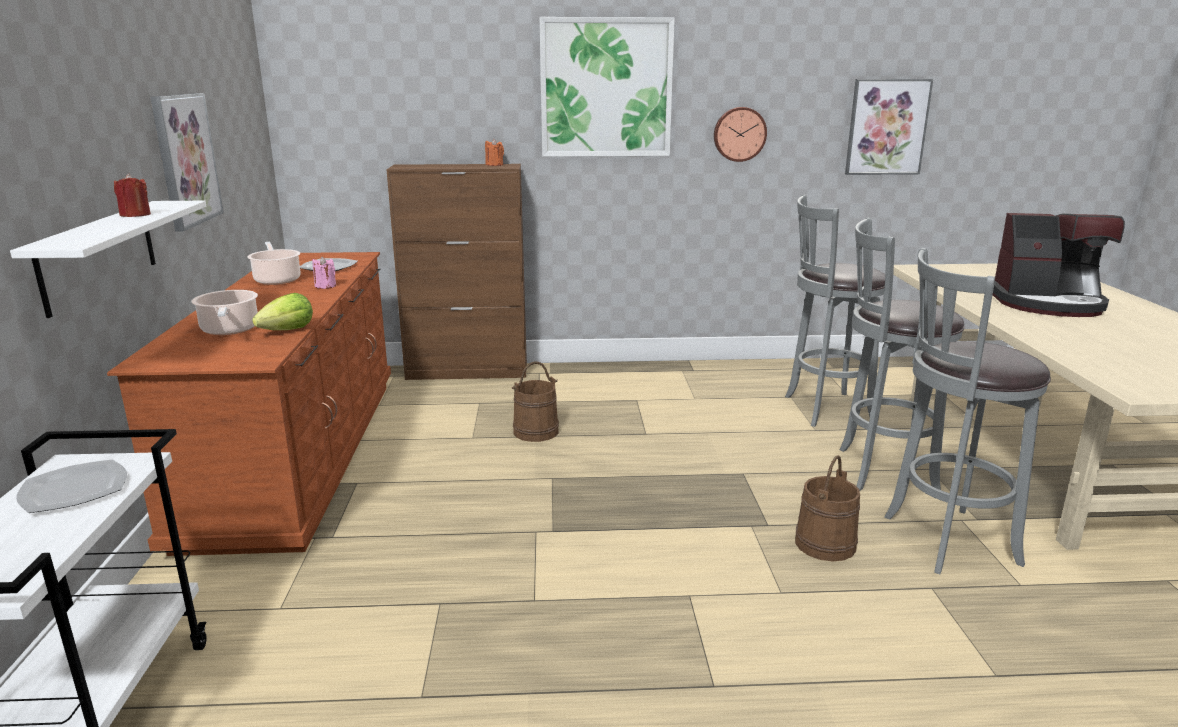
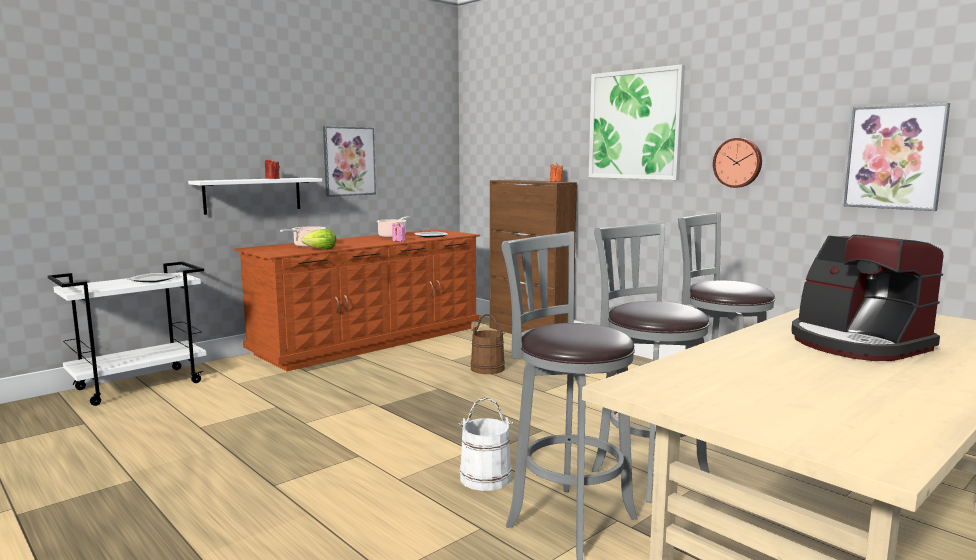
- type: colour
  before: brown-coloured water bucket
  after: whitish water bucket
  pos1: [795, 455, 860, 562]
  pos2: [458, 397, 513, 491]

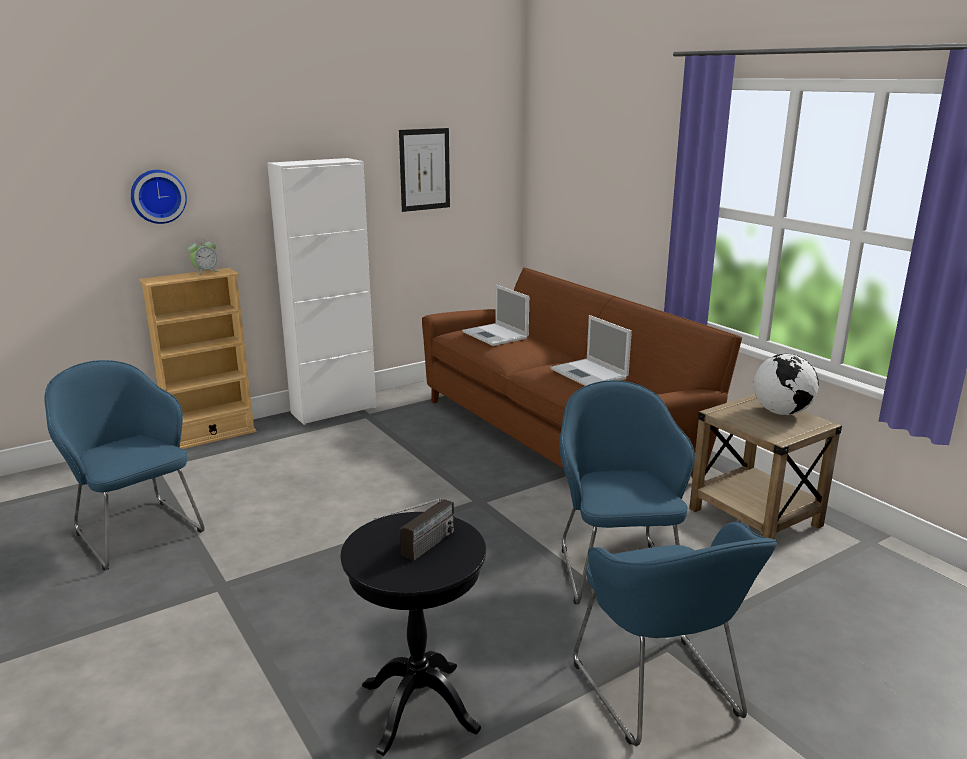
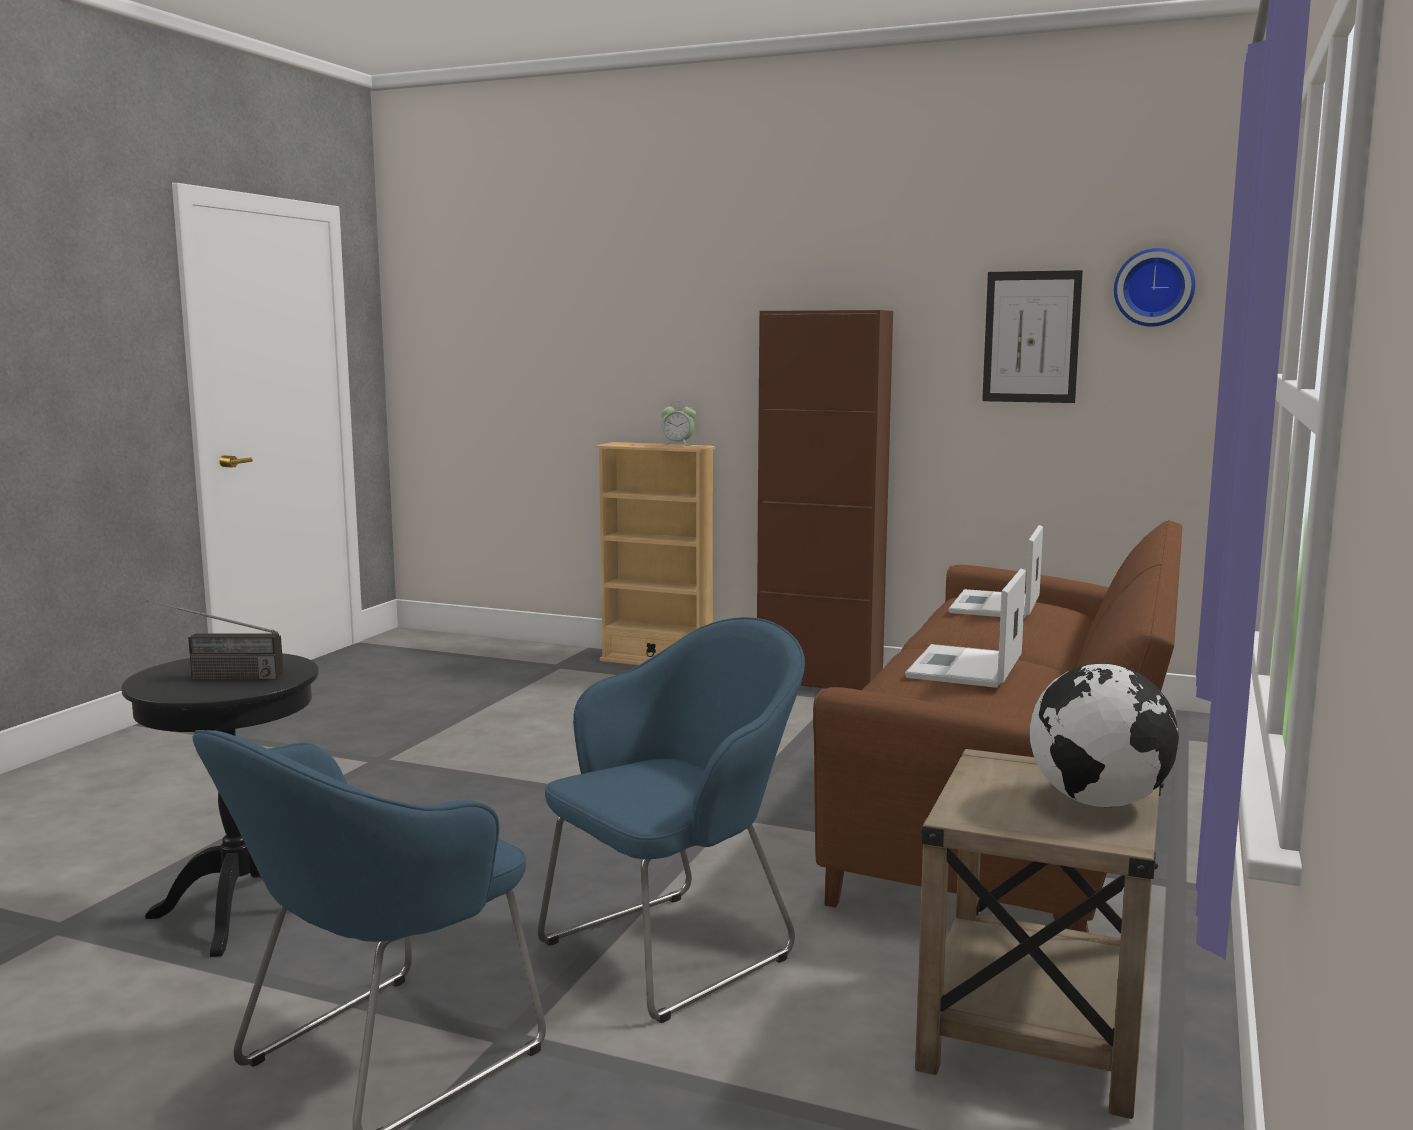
- type: colour
  before: whitish cabinet
  after: brown-coloured cabinet
  pos1: [267, 158, 376, 425]
  pos2: [757, 310, 893, 690]
- type: relocated
  before: clock on the wall
  pos1: [131, 170, 187, 224]
  pos2: [1114, 248, 1195, 327]
- type: missing
  before: bluish armchair
  pos1: [44, 360, 205, 571]

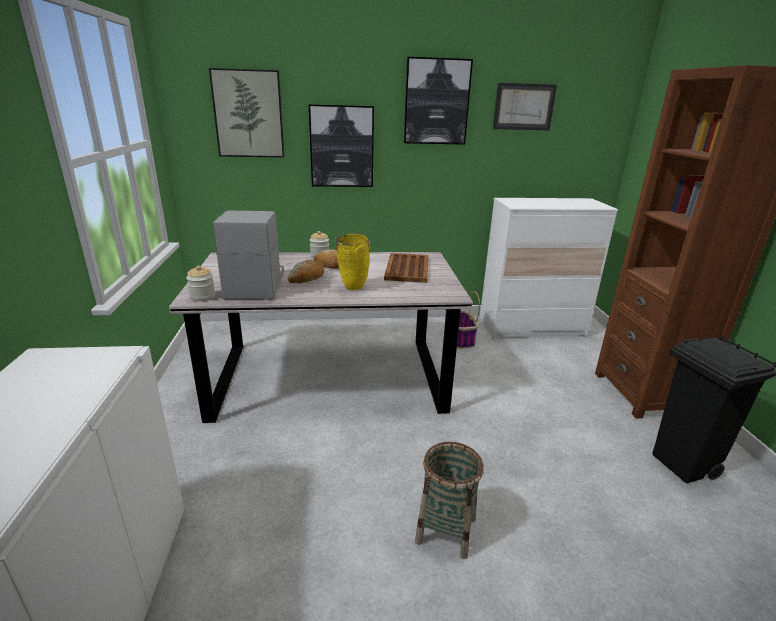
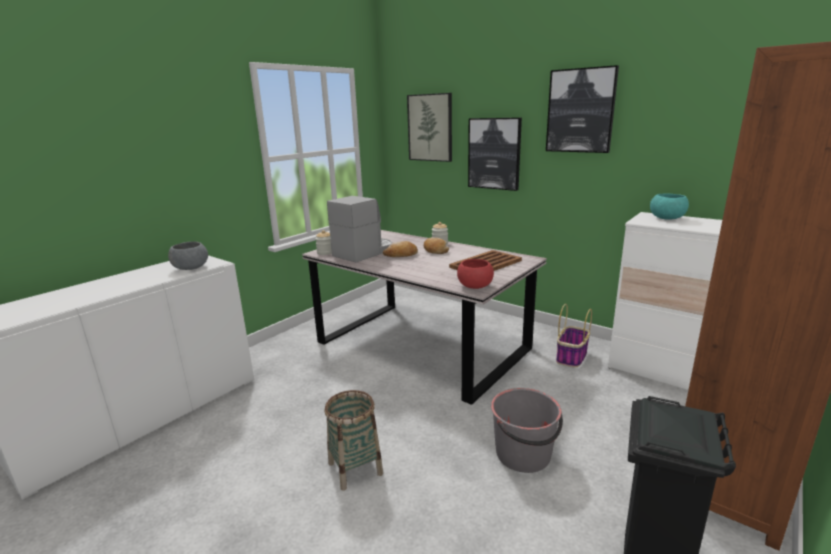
- type: appeared
  after: grey bowl
  pos2: [168, 241, 208, 270]
- type: appeared
  after: reddish bowl
  pos2: [457, 259, 494, 289]
- type: appeared
  after: grey water bucket
  pos2: [491, 388, 563, 473]
- type: appeared
  after: turquoise bowl
  pos2: [650, 193, 689, 220]
- type: missing
  before: yellow vase
  pos1: [335, 234, 370, 290]
- type: missing
  before: wall art
  pos1: [493, 83, 557, 130]

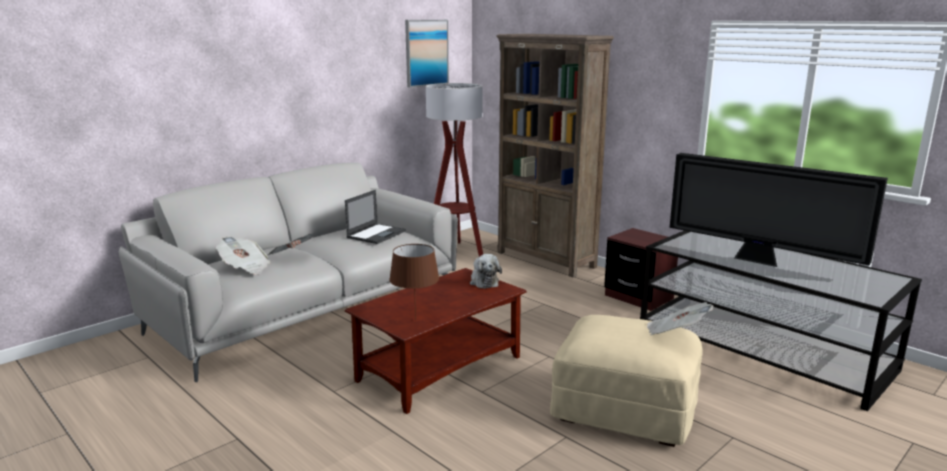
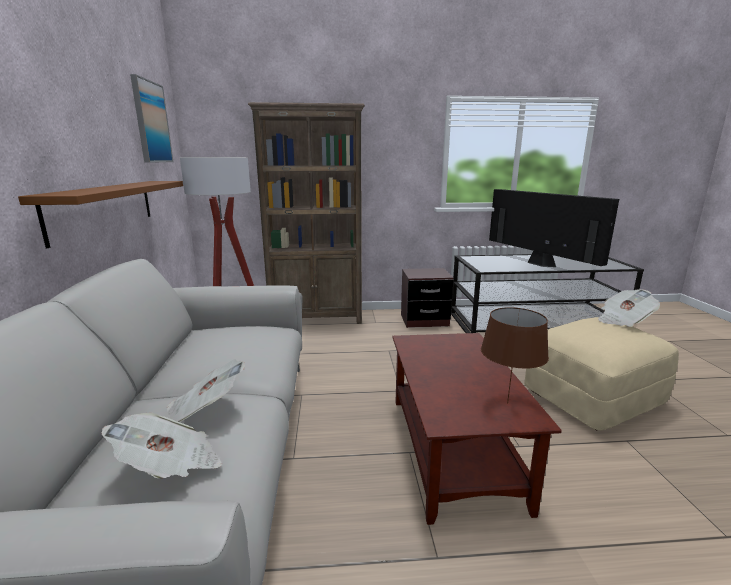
- type: appeared
  after: brown-coloured shelf
  pos2: [18, 181, 183, 248]
- type: spun
  before: television
  pos1: [670, 153, 888, 267]
  pos2: [489, 189, 619, 267]
  turn: -105
- type: missing
  before: notebook computer
  pos1: [345, 190, 406, 244]
- type: missing
  before: plush toy
  pos1: [470, 254, 502, 289]

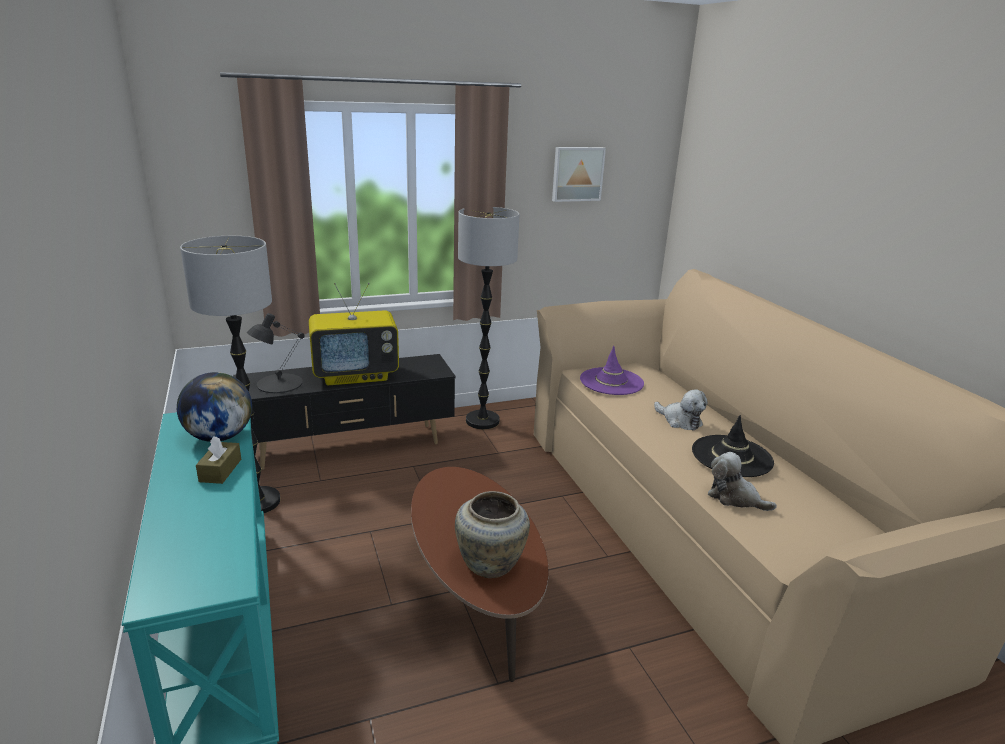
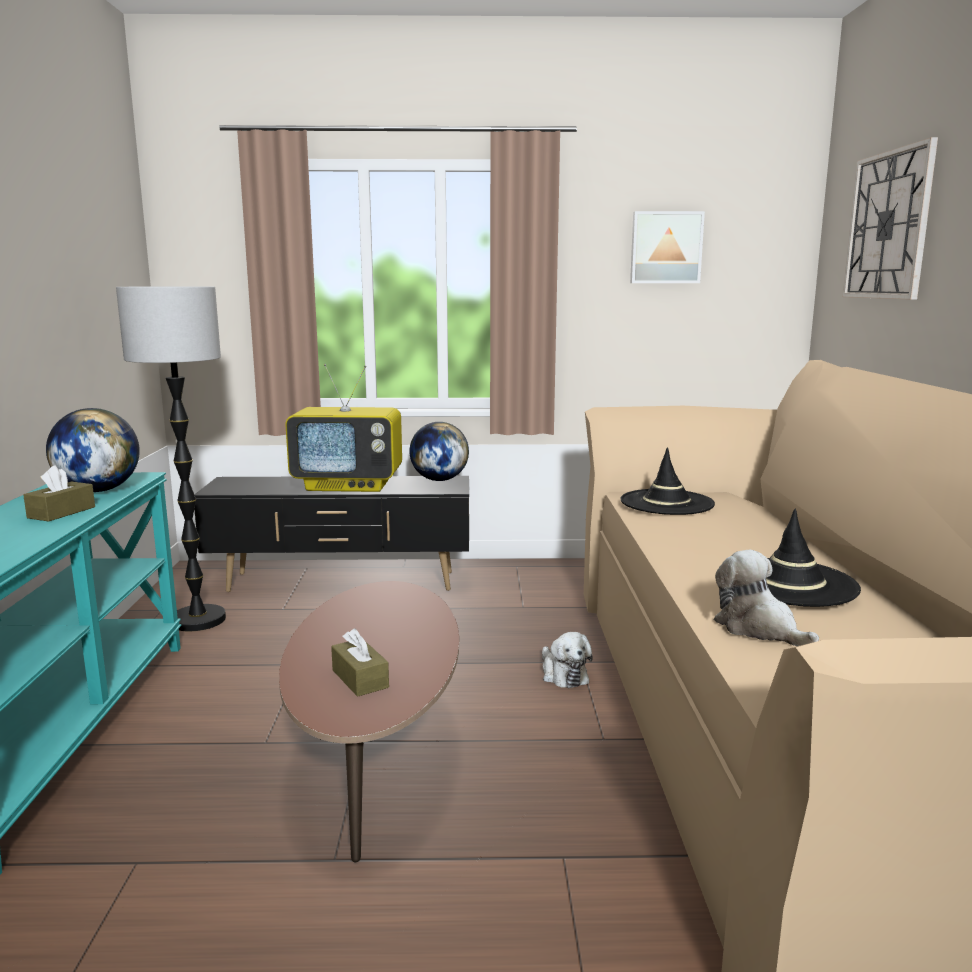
- type: exchanged
  before: sand-coloured vase
  after: brown-coloured tissue holder
  pos1: [455, 491, 530, 578]
  pos2: [331, 628, 389, 697]
- type: appeared
  after: desk globe
  pos2: [410, 422, 469, 481]
- type: relocated
  before: plush toy
  pos1: [654, 390, 708, 431]
  pos2: [542, 632, 593, 688]
- type: colour
  before: purple-coloured wearable hat
  after: black wearable hat
  pos1: [580, 346, 644, 395]
  pos2: [620, 447, 715, 515]
- type: appeared
  after: clock on the wall
  pos2: [843, 137, 938, 300]
- type: missing
  before: black lamp for a table
  pos1: [247, 313, 305, 393]
- type: missing
  before: standing lamp
  pos1: [458, 207, 520, 429]

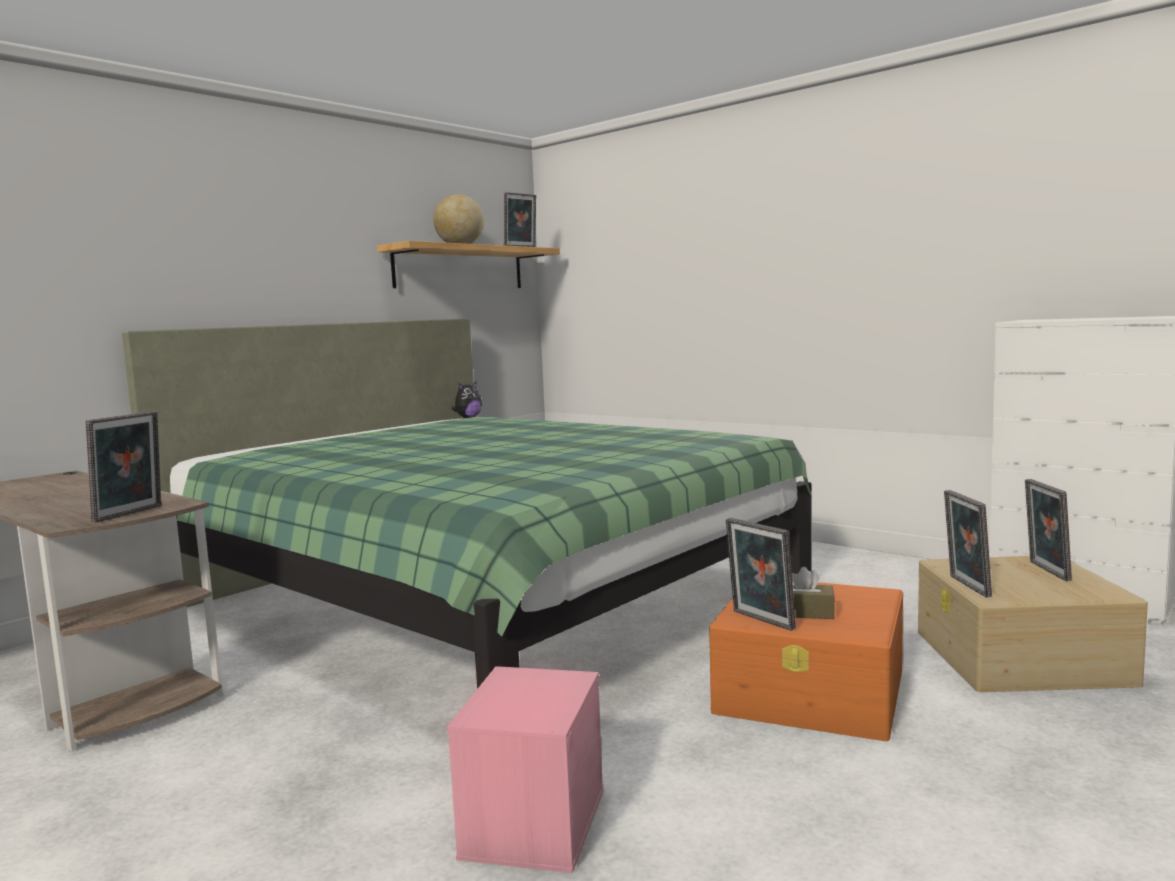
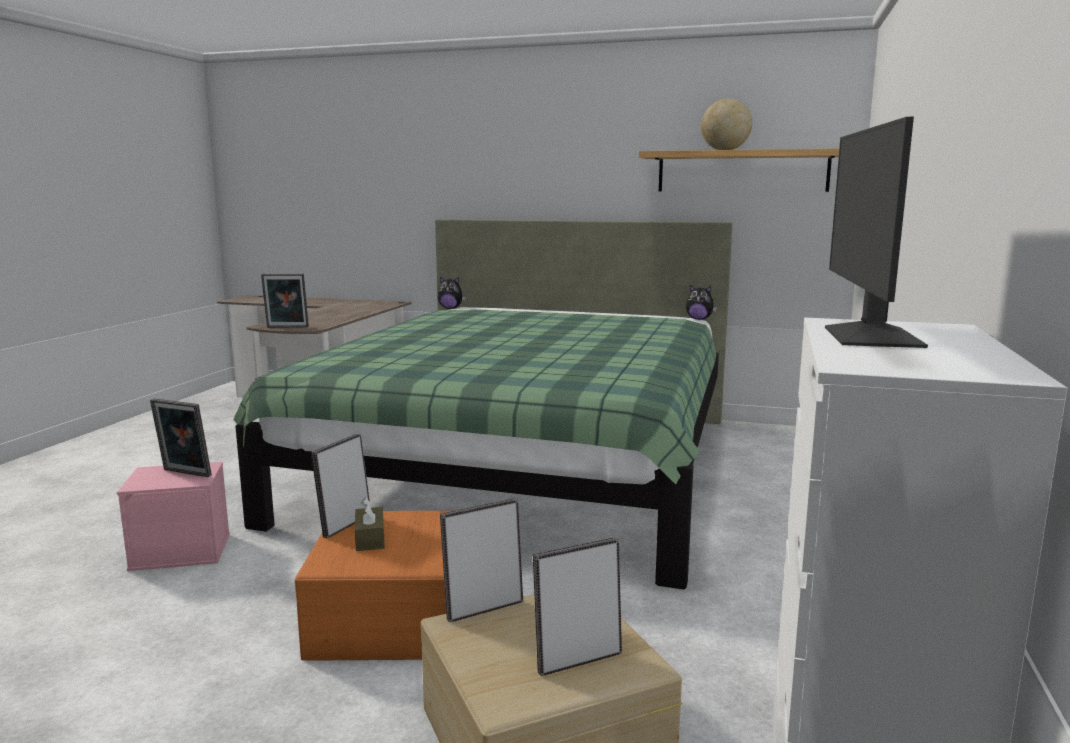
- type: relocated
  before: picture frame
  pos1: [504, 192, 536, 247]
  pos2: [150, 398, 212, 477]
- type: appeared
  after: plush toy
  pos2: [437, 277, 466, 309]
- type: appeared
  after: computer screen
  pos2: [825, 117, 928, 348]

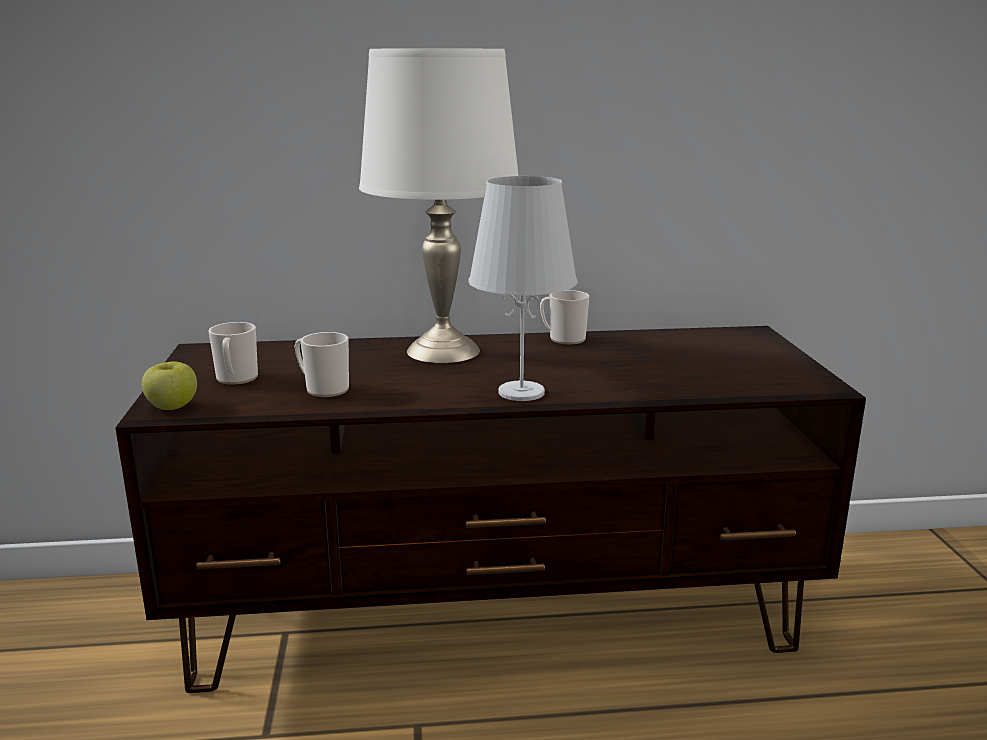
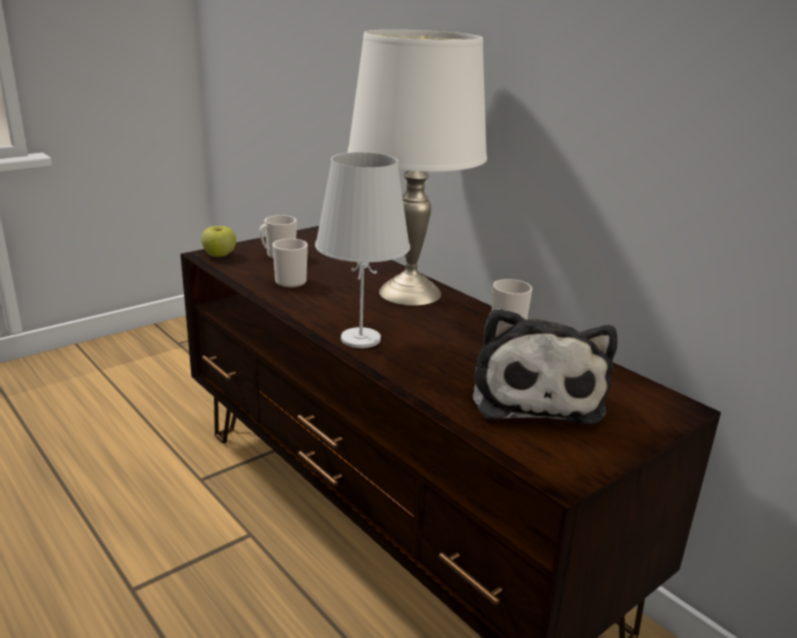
- type: appeared
  after: plush toy
  pos2: [473, 308, 617, 425]

